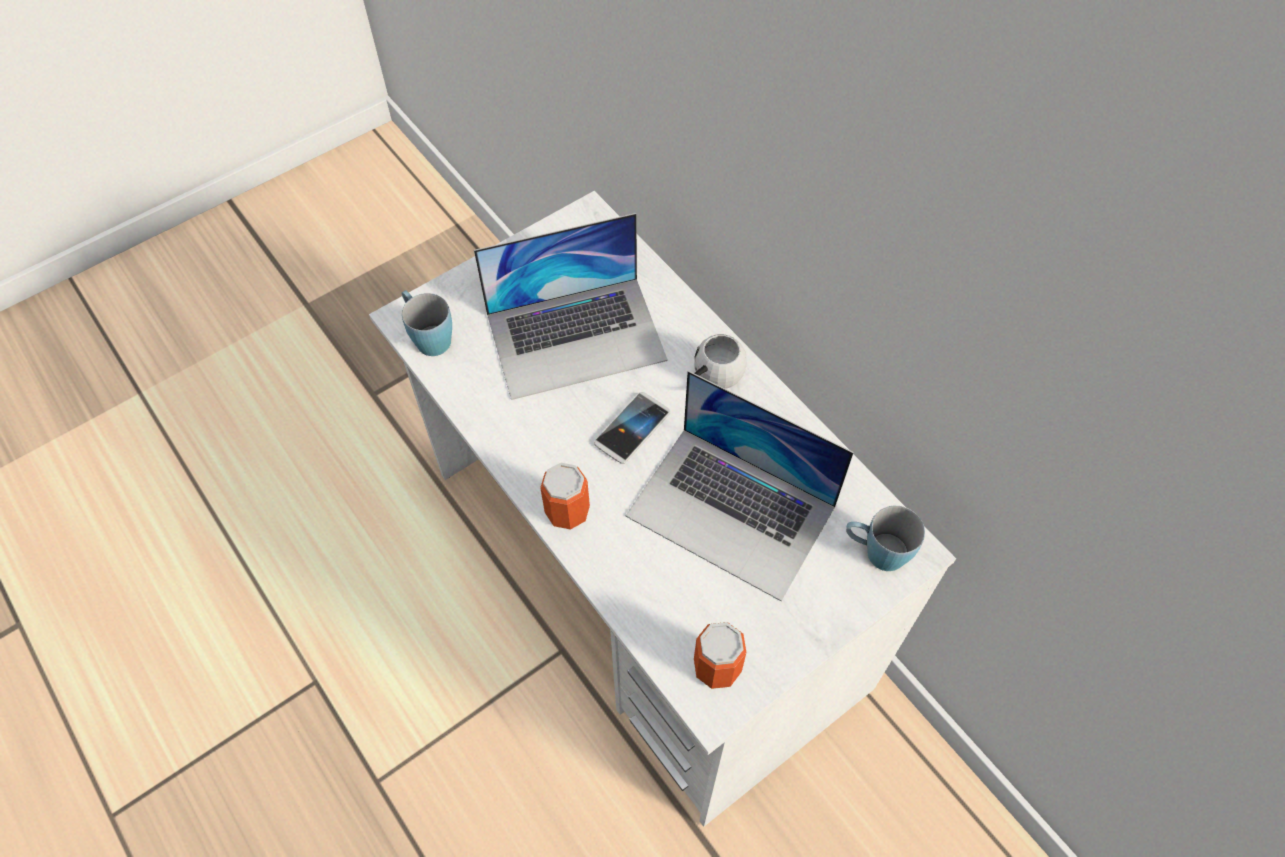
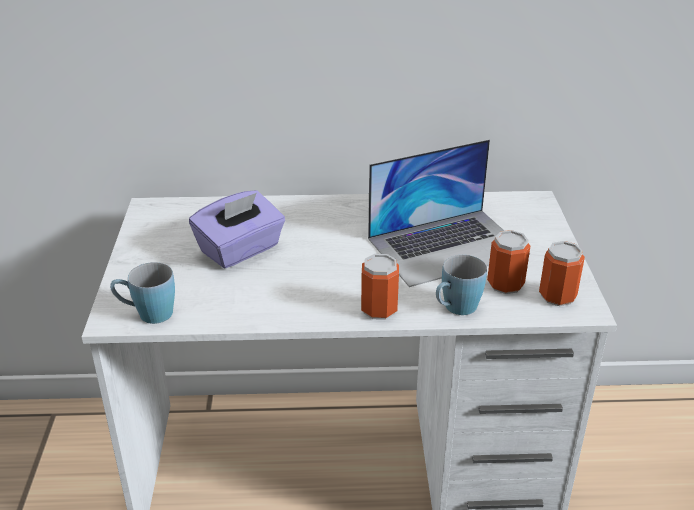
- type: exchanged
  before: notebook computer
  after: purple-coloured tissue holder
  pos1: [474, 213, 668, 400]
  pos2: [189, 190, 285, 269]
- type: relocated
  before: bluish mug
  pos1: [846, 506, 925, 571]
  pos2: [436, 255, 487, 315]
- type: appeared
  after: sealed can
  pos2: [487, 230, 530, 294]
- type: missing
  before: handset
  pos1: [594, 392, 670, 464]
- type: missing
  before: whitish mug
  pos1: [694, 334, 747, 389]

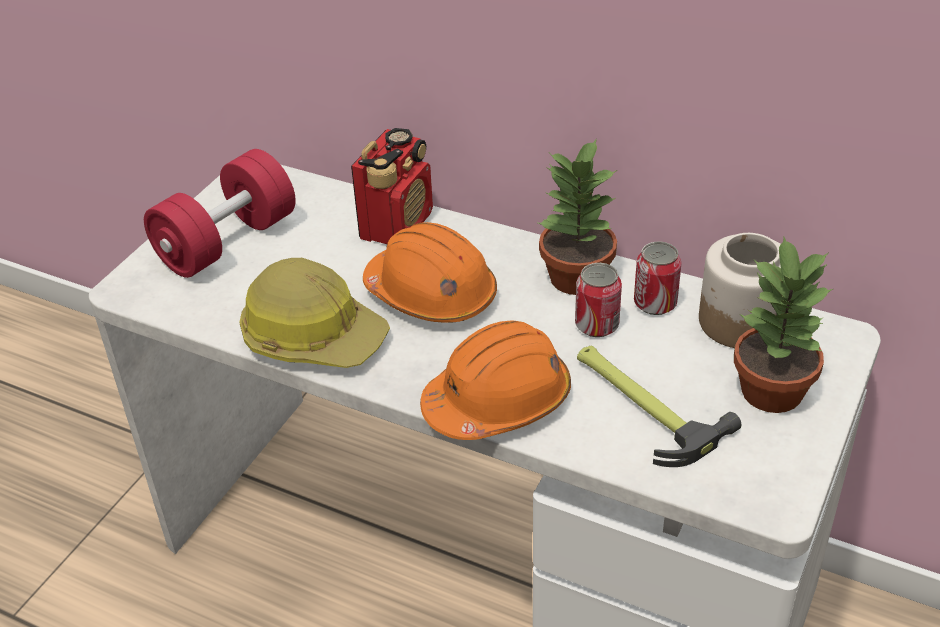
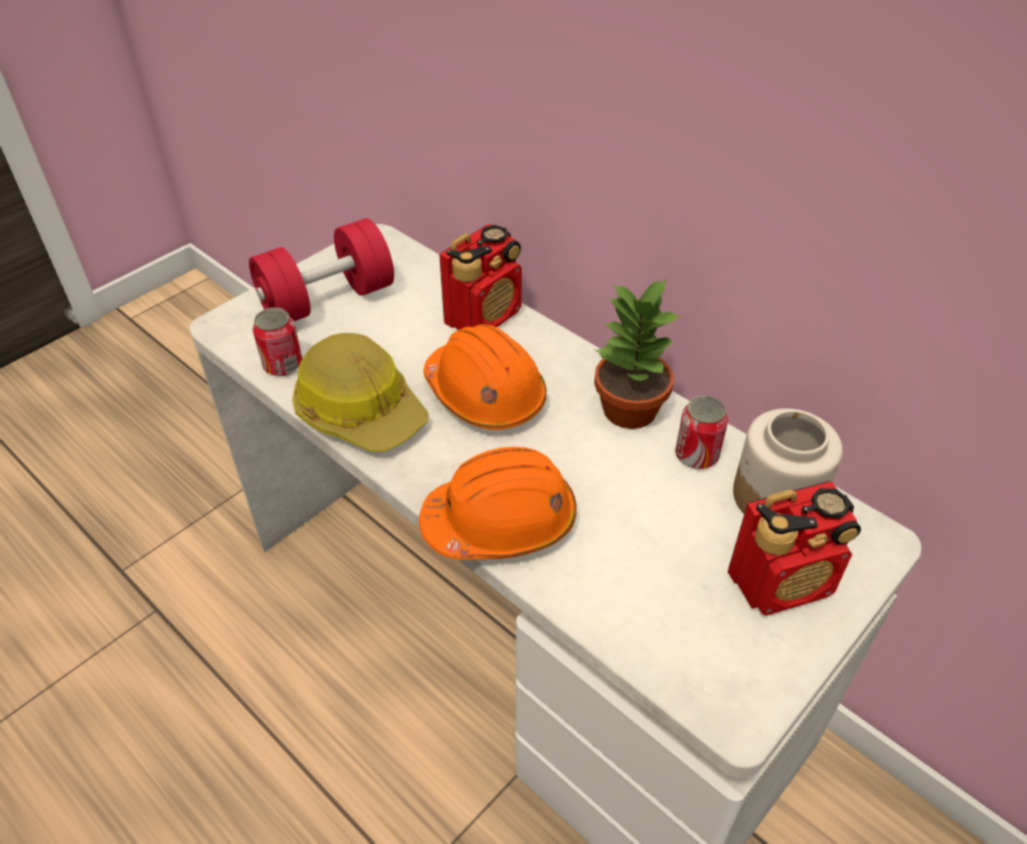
- type: relocated
  before: sealed can
  pos1: [575, 263, 622, 337]
  pos2: [252, 308, 302, 376]
- type: exchanged
  before: potted plant
  after: radio
  pos1: [734, 237, 833, 413]
  pos2: [728, 481, 861, 616]
- type: missing
  before: tool hammer
  pos1: [577, 346, 741, 467]

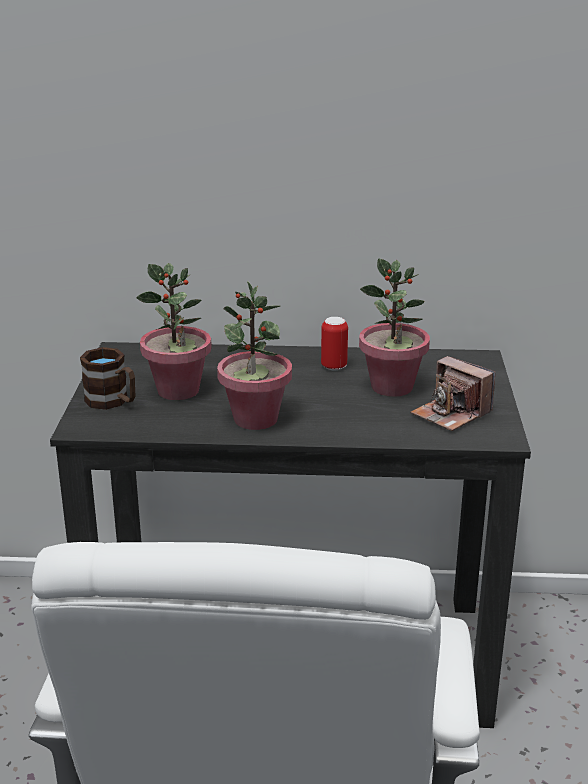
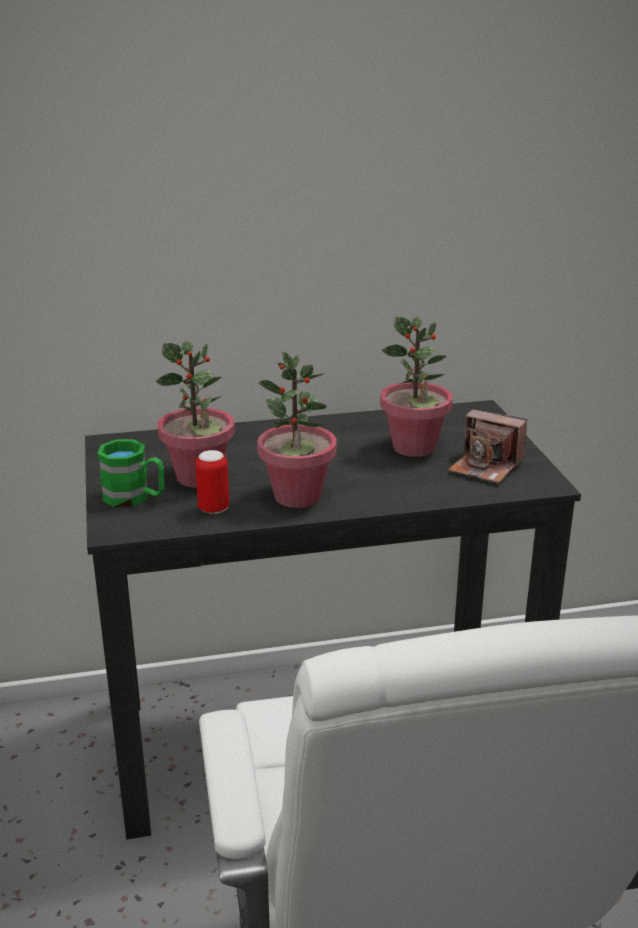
- type: colour
  before: brown-coloured mug
  after: green mug
  pos1: [80, 347, 135, 410]
  pos2: [97, 439, 164, 507]
- type: relocated
  before: sealed can
  pos1: [321, 317, 348, 370]
  pos2: [195, 450, 229, 514]

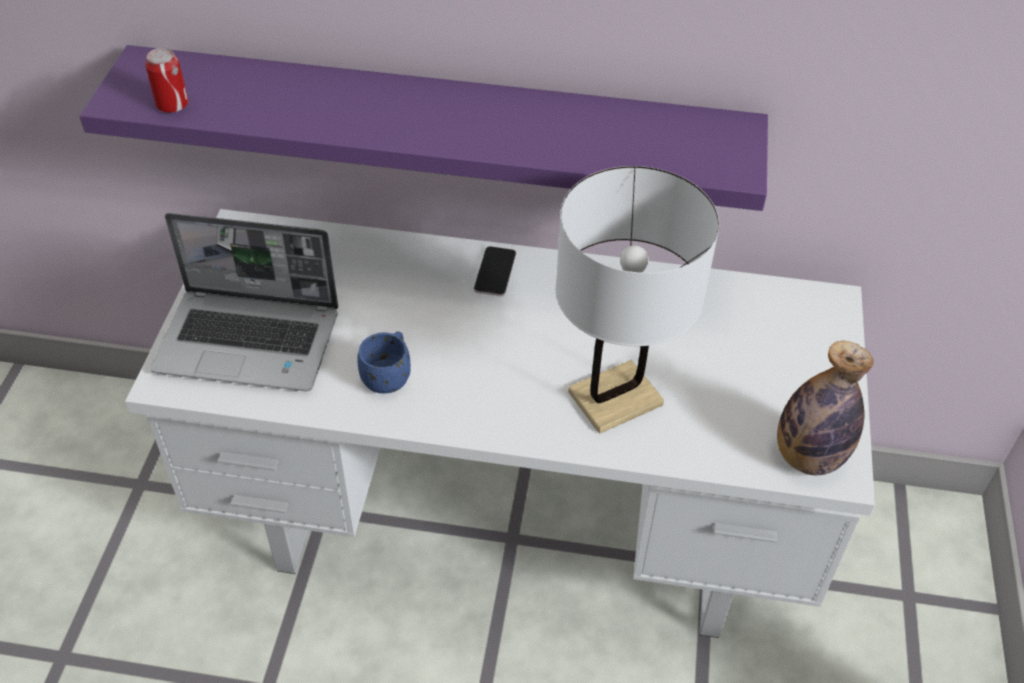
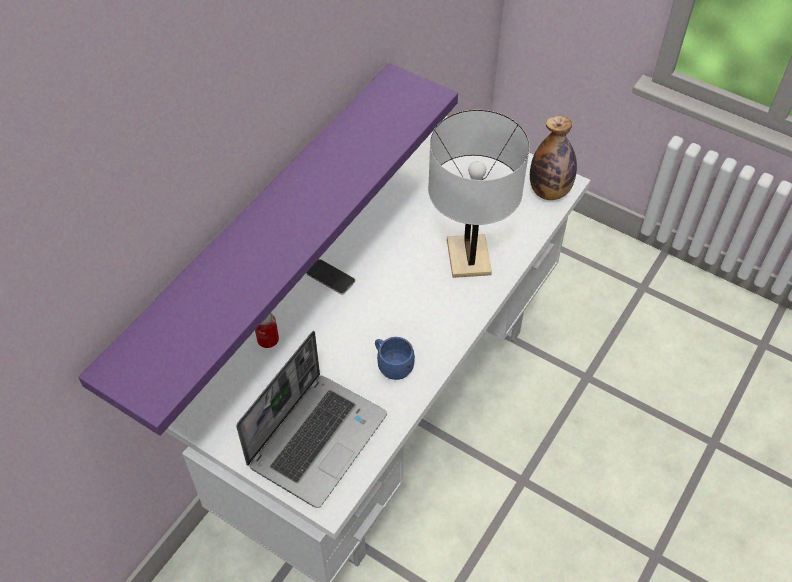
- type: relocated
  before: sealed can
  pos1: [145, 48, 189, 113]
  pos2: [255, 313, 279, 348]

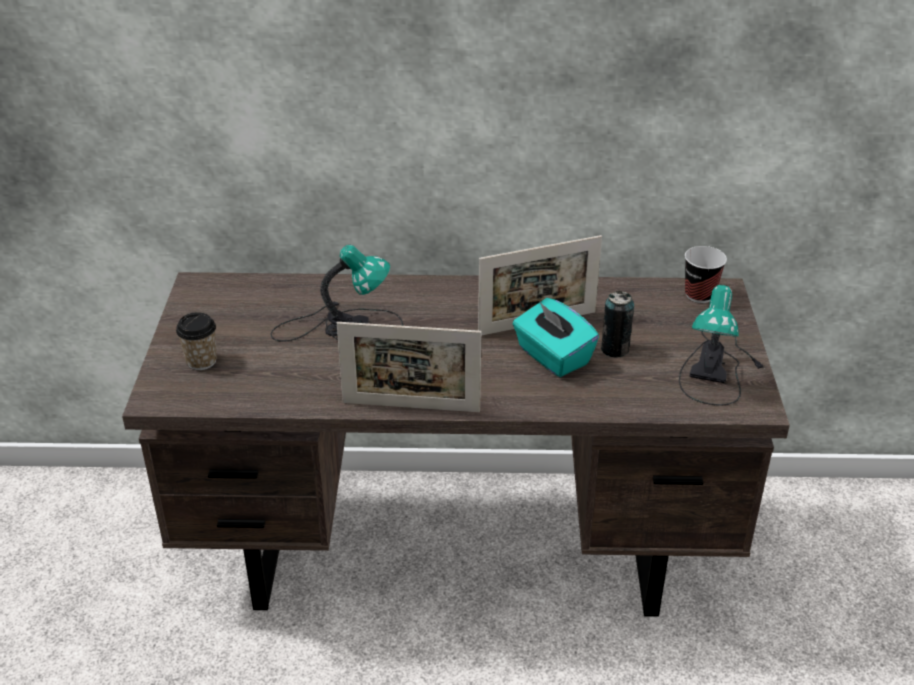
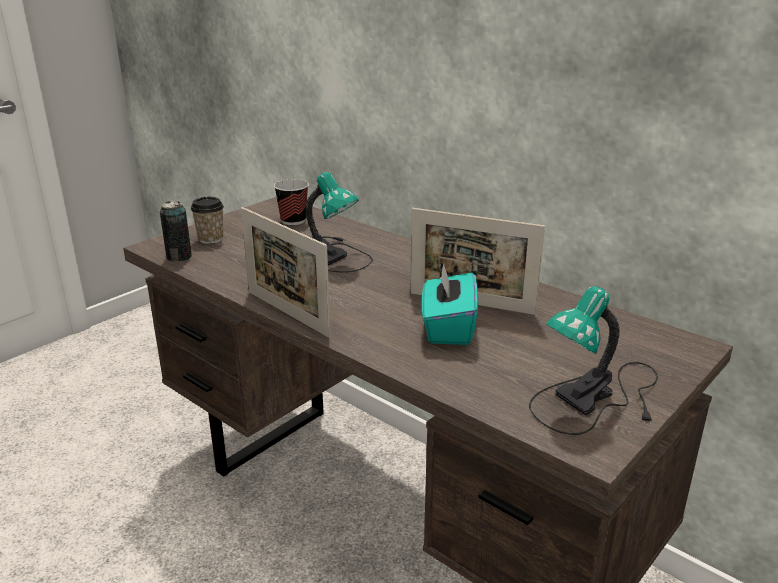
- type: relocated
  before: sealed can
  pos1: [601, 291, 634, 358]
  pos2: [160, 201, 192, 261]
- type: relocated
  before: drinking cup
  pos1: [685, 246, 727, 303]
  pos2: [274, 179, 309, 225]

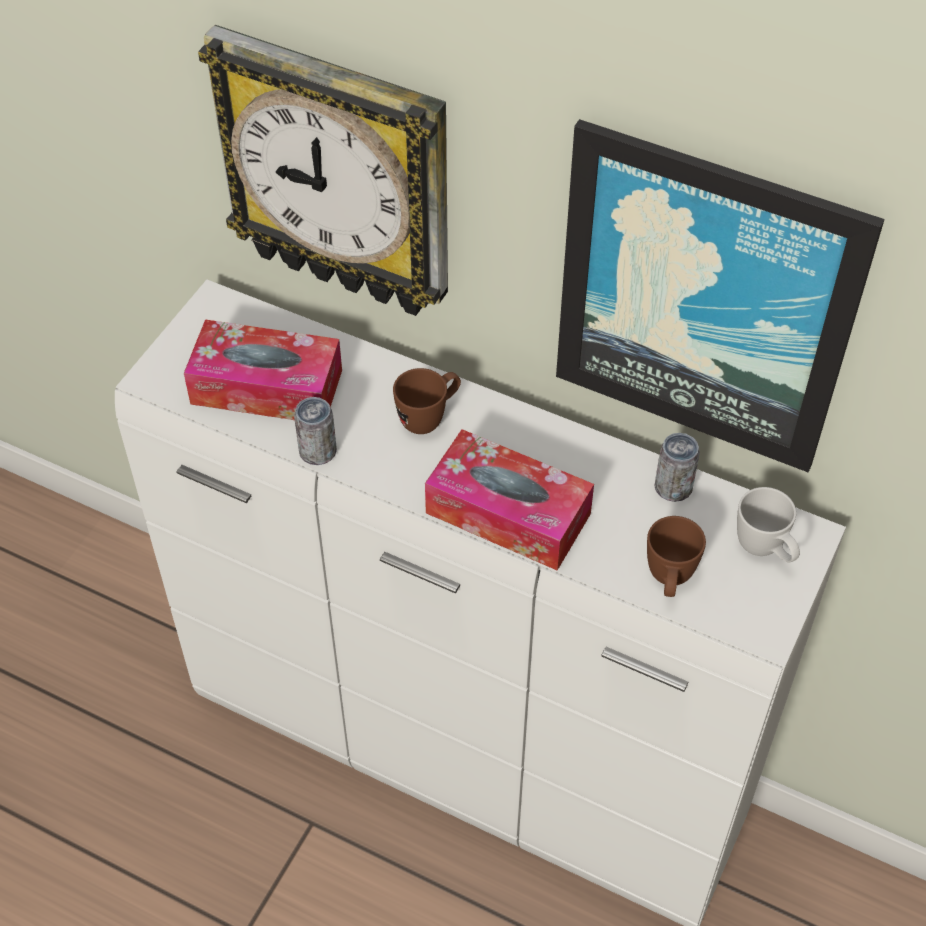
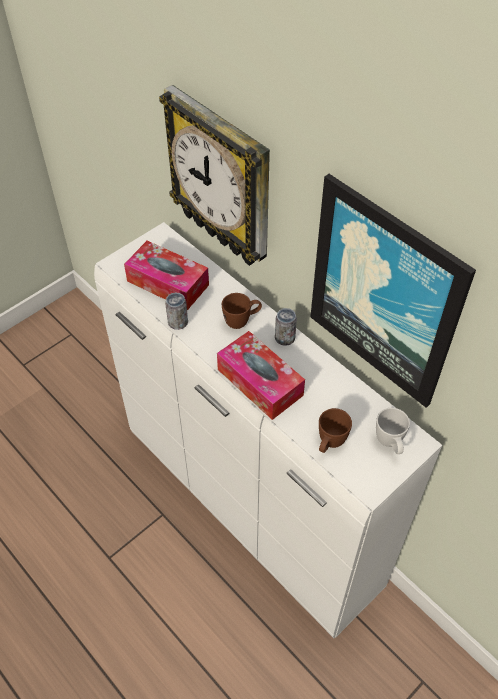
- type: relocated
  before: sealed can
  pos1: [654, 433, 700, 502]
  pos2: [275, 308, 297, 346]

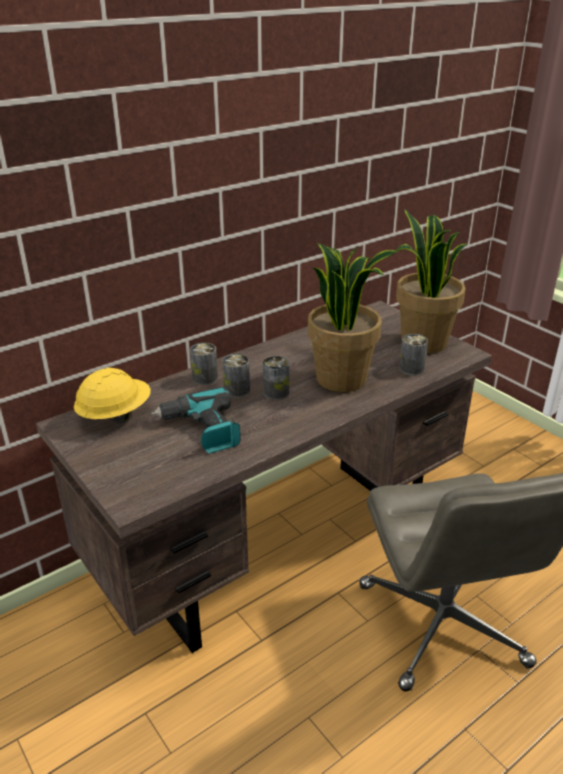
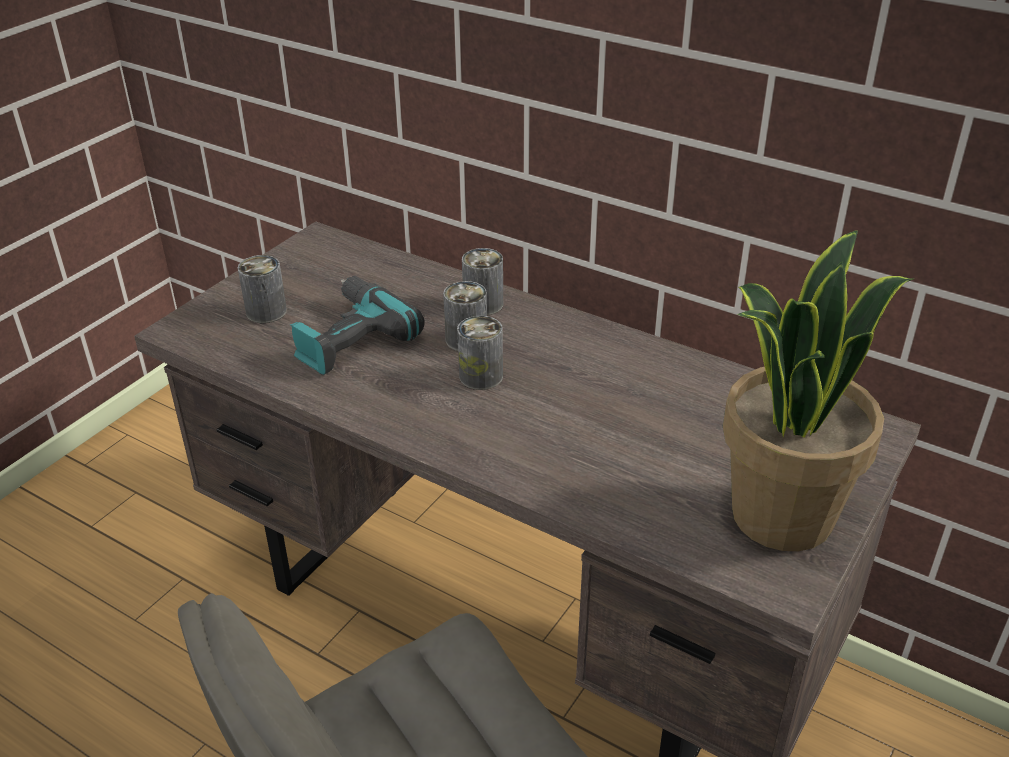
- type: relocated
  before: sealed can
  pos1: [399, 334, 428, 376]
  pos2: [238, 255, 287, 323]
- type: missing
  before: yellow work helmet
  pos1: [74, 368, 151, 423]
- type: missing
  before: potted plant
  pos1: [308, 243, 398, 392]

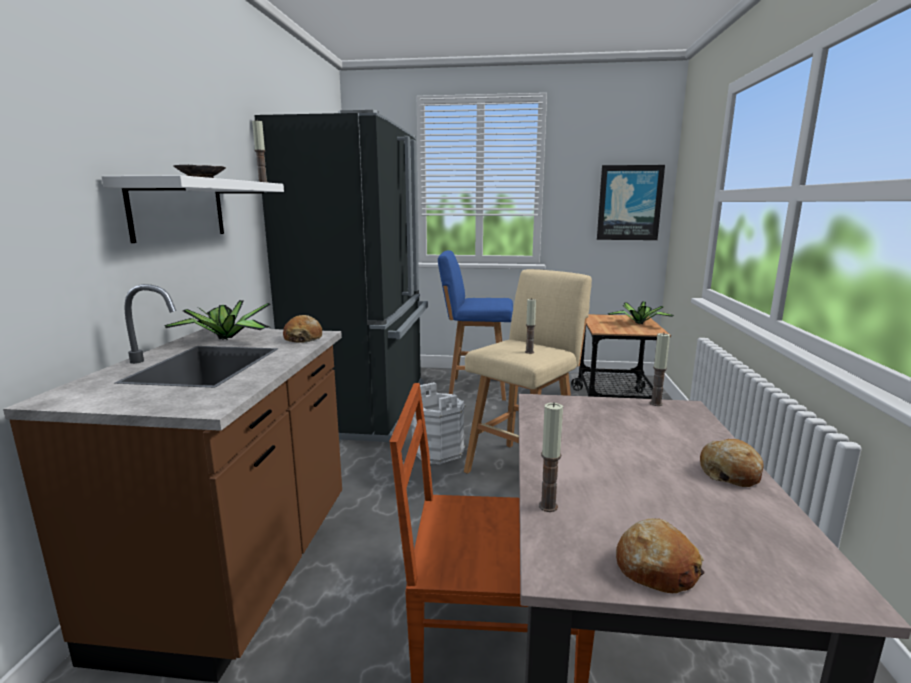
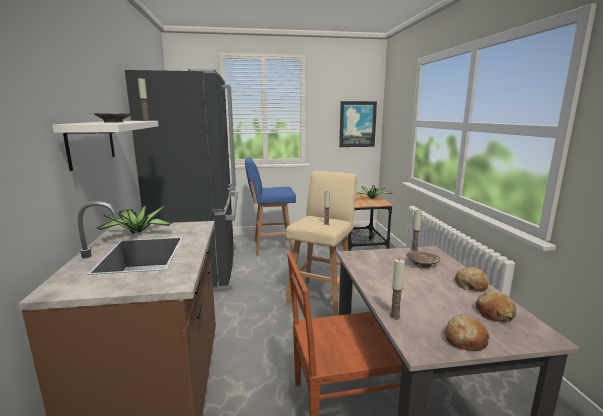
- type: appeared
  after: brown-coloured bowl
  pos2: [406, 251, 440, 268]
- type: relocated
  before: bread
  pos1: [283, 315, 322, 343]
  pos2: [476, 292, 516, 322]
- type: missing
  before: whitish water bucket
  pos1: [412, 382, 466, 465]

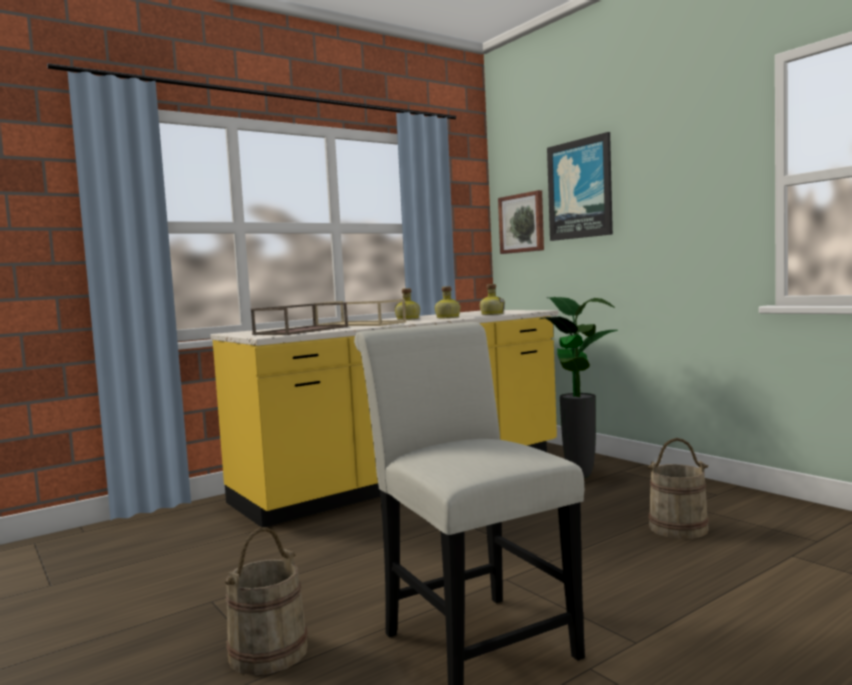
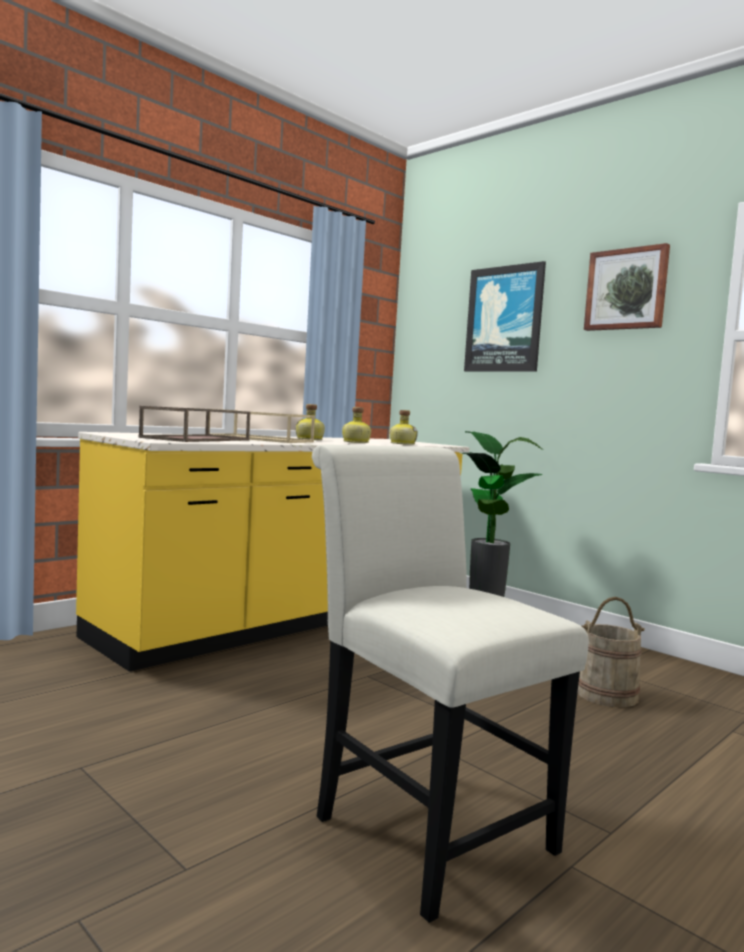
- type: relocated
  before: wall art
  pos1: [498, 190, 544, 254]
  pos2: [584, 243, 670, 331]
- type: missing
  before: sand-coloured water bucket
  pos1: [225, 527, 308, 675]

